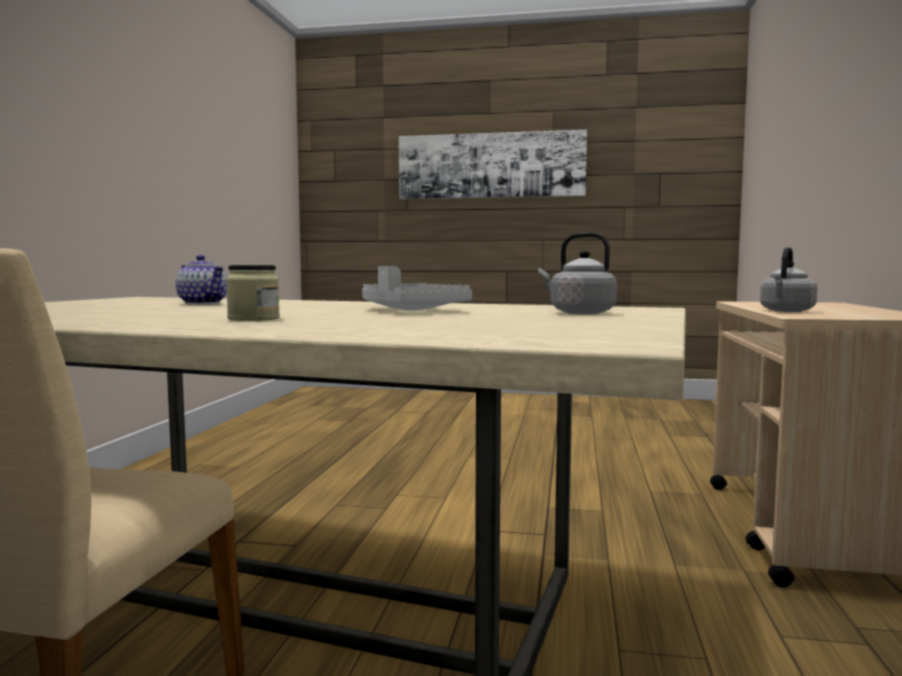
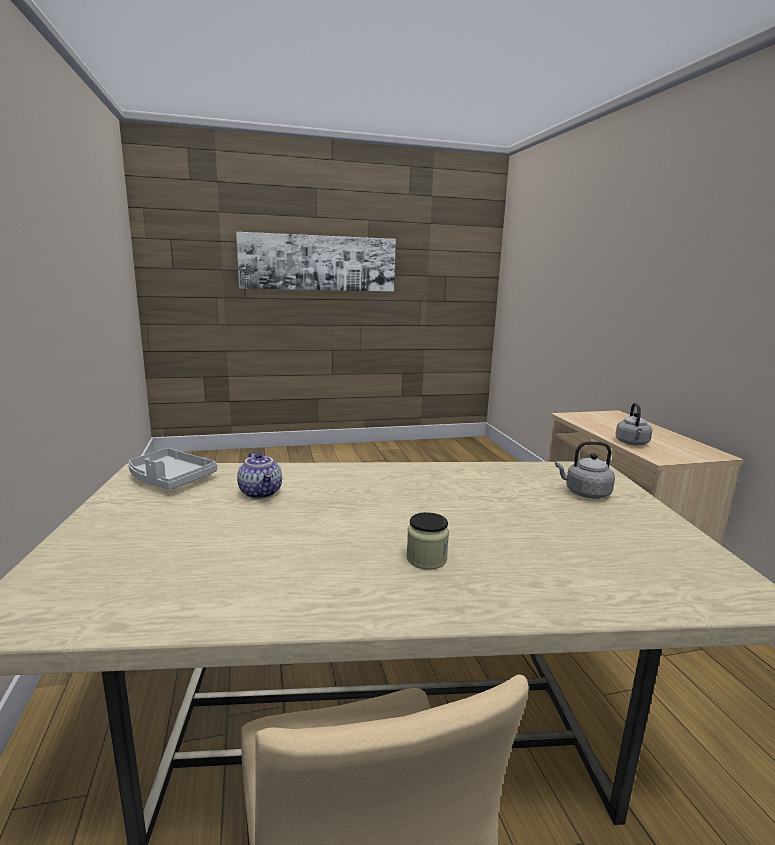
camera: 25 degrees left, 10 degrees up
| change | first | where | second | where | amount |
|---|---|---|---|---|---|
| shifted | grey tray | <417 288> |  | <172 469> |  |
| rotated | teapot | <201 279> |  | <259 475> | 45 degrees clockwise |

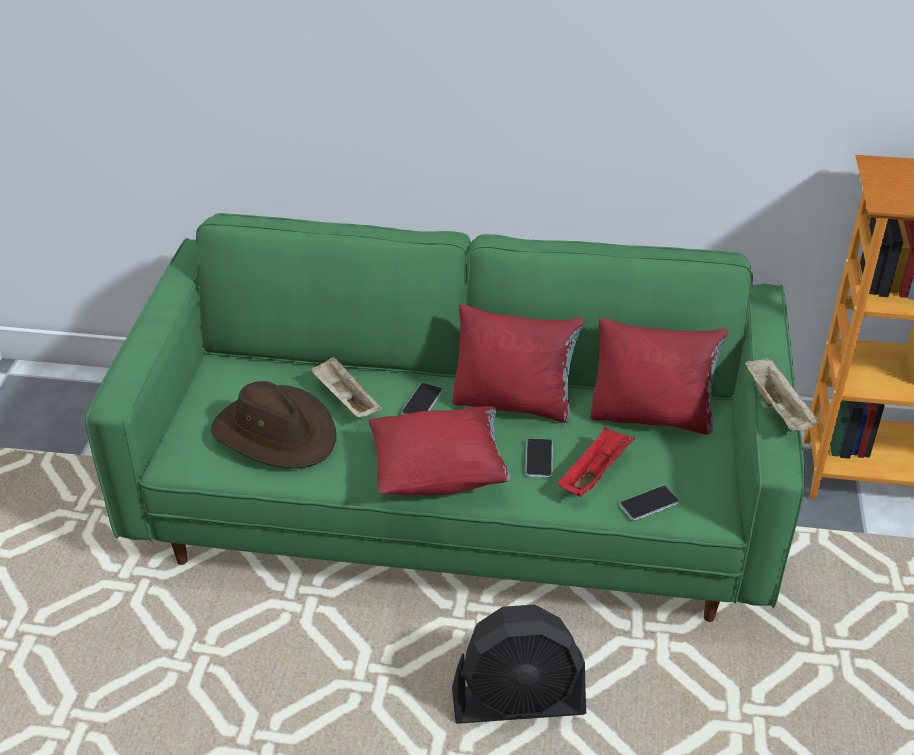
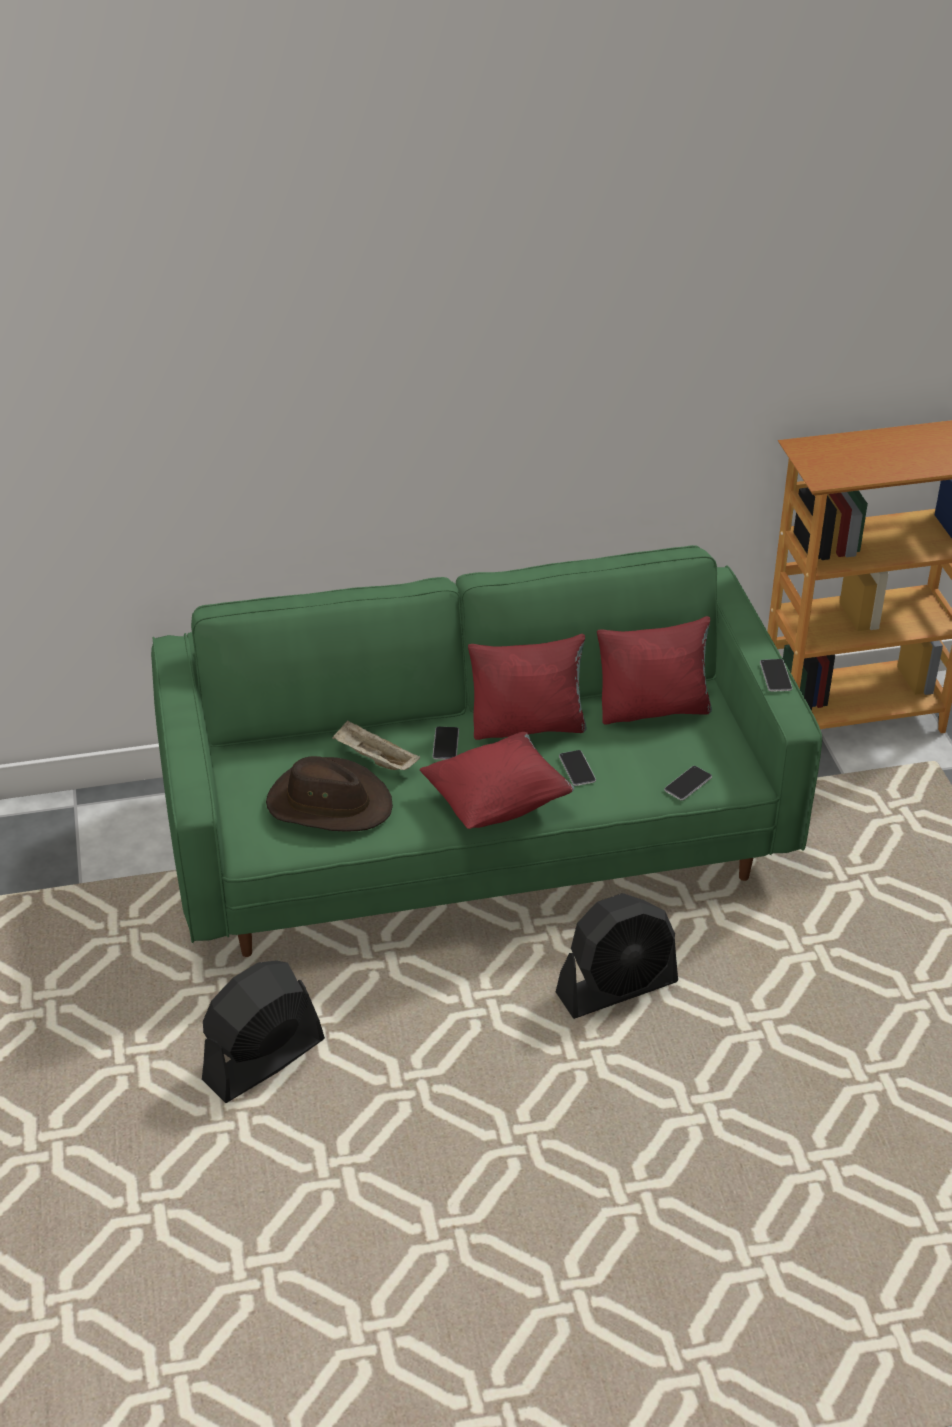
camera: 20 degrees left, 0 degrees up
| change | first | where | second | where | amount |
|---|---|---|---|---|---|
| gone | red tray | <596 462> |  |  |  |
| new |  |  | black fan | <263 1031> |  |
| swapped | beige tray | <782 394> | phone | <776 675> |  |

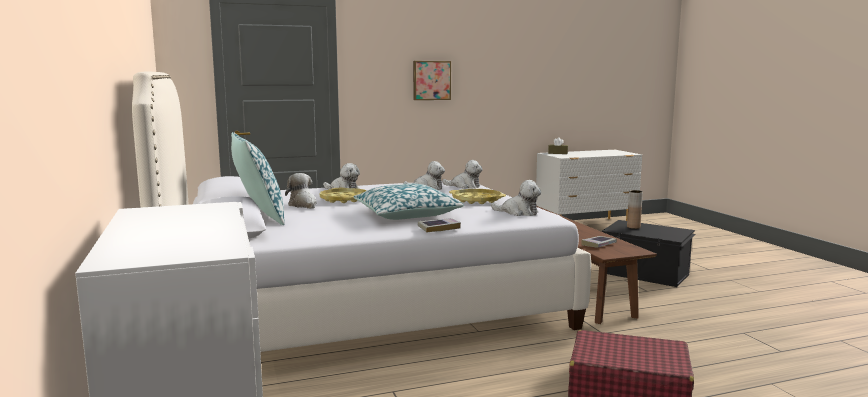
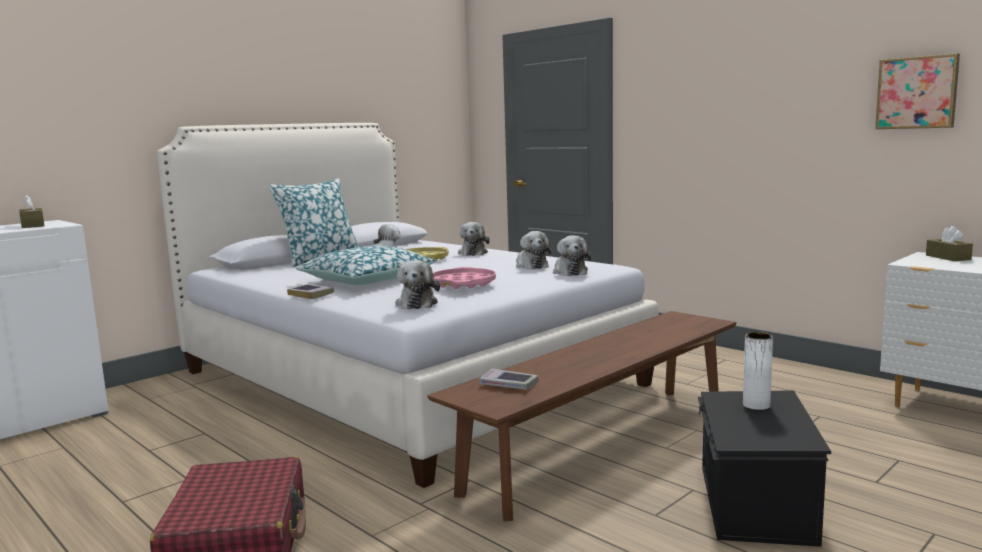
camera: 65 degrees right, 0 degrees up
| change | first | where | second | where | amount |
|---|---|---|---|---|---|
| new |  |  | brown tissue box | <32 211> |  |
| shifted | picture | <432 80> |  | <917 91> |  |
| repainted | yellow tray | <477 196> | pink tray | <464 278> |  |
| repainted | brown vase | <635 209> | white vase | <758 371> |  |

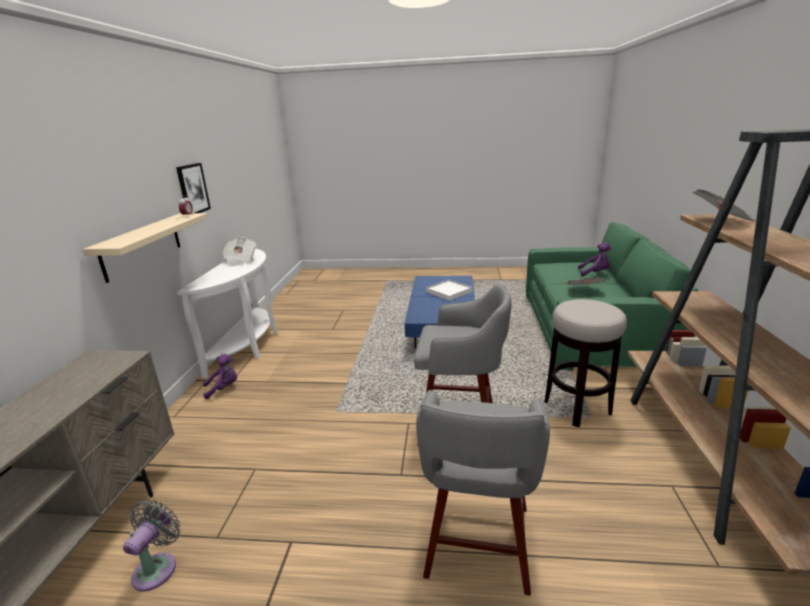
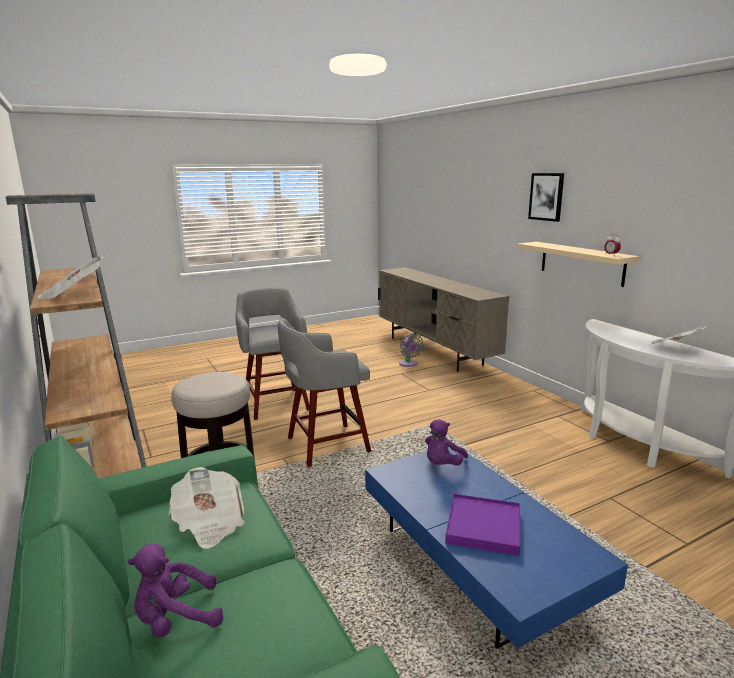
camera: 145 degrees right, 5 degrees down
| change | first | where | second | where | amount |
|---|---|---|---|---|---|
| shifted | picture | <193 188> |  | <546 197> |  |
| shifted | purple plush toy | <220 376> |  | <446 442> |  |
| repainted | white tray | <449 290> | purple tray | <482 525> |  |

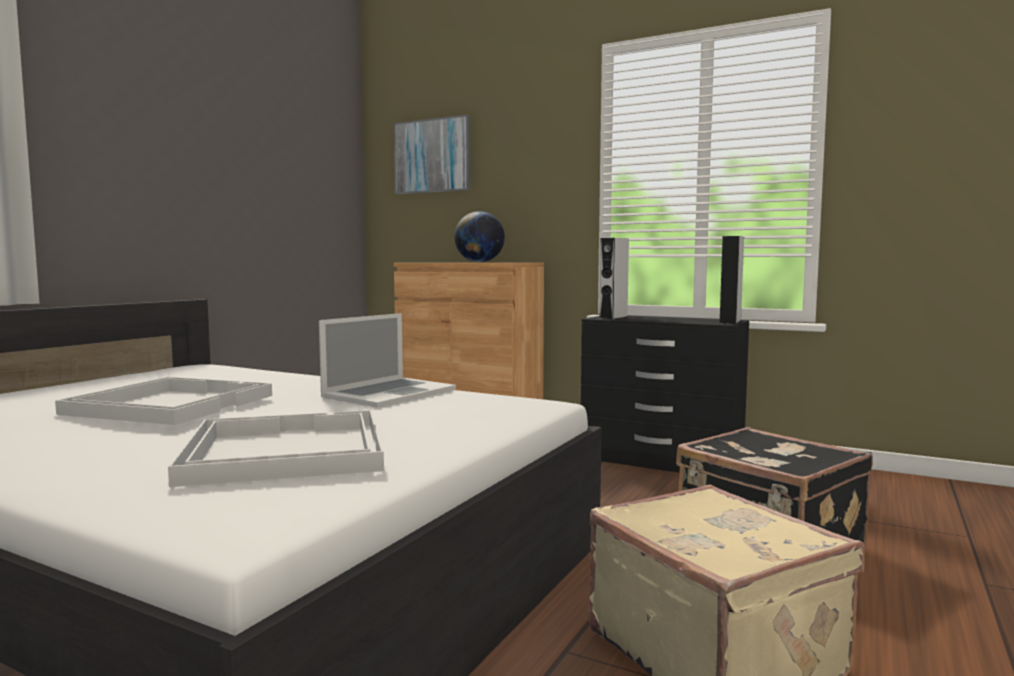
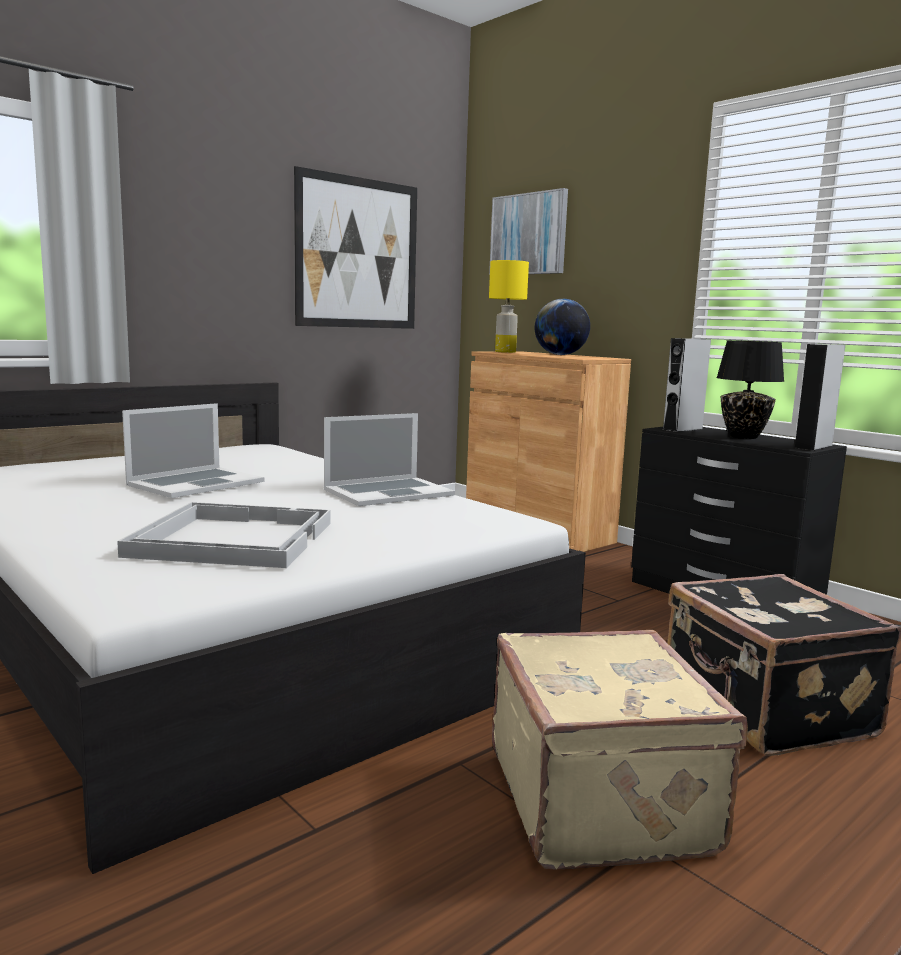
camera: 20 degrees right, 5 degrees up
| change | first | where | second | where | amount |
|---|---|---|---|---|---|
| new |  |  | picture | <355 247> |  |
| new |  |  | yellow table lamp | <509 306> |  |
| new |  |  | black table lamp | <750 389> |  |
| swapped | white tray | <163 401> | laptop | <193 450> |  |

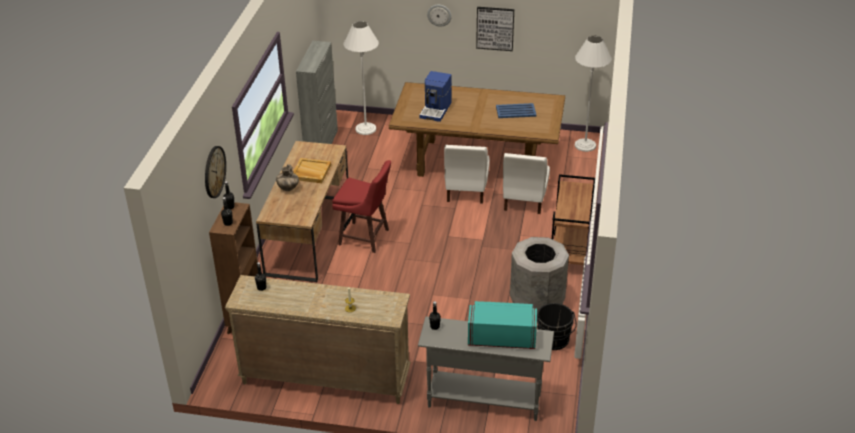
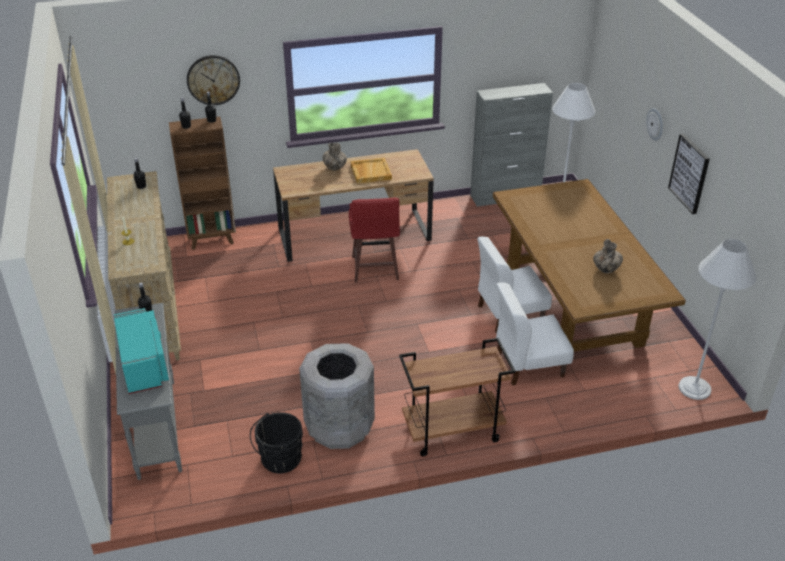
camera: 65 degrees right, 0 degrees up
| change | first | where | second | where | amount |
|---|---|---|---|---|---|
| gone | coffee machine | <435 96> |  |  |  |
| swapped | blue tray | <516 110> | vase | <608 256> |  |

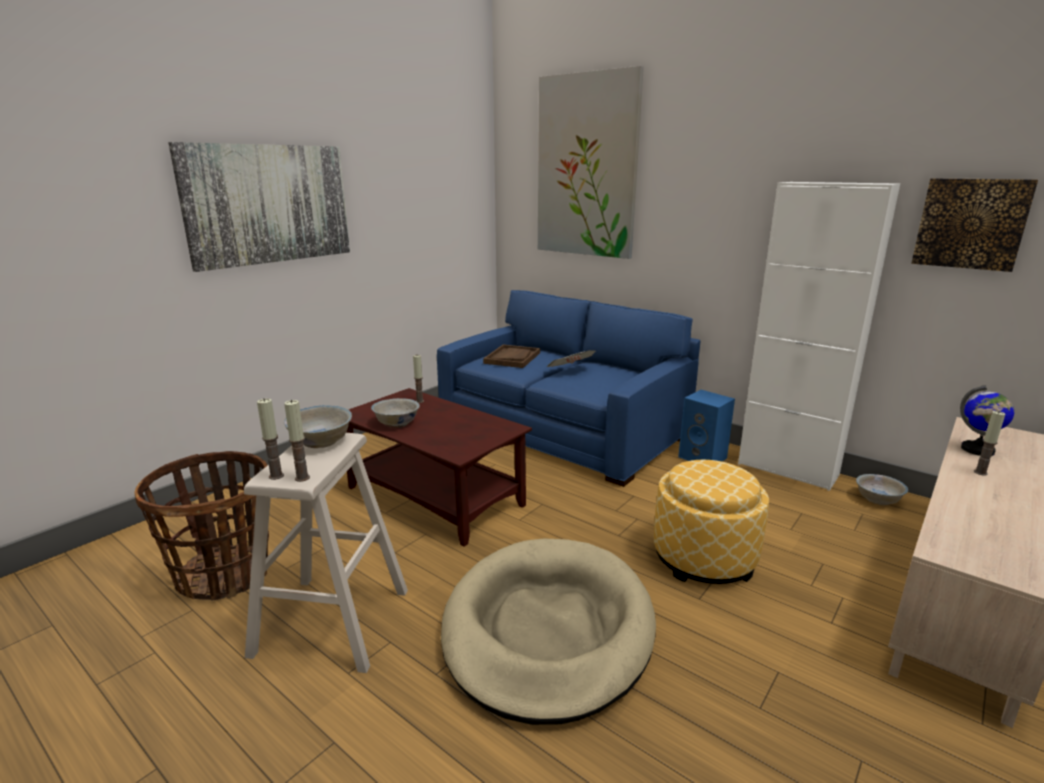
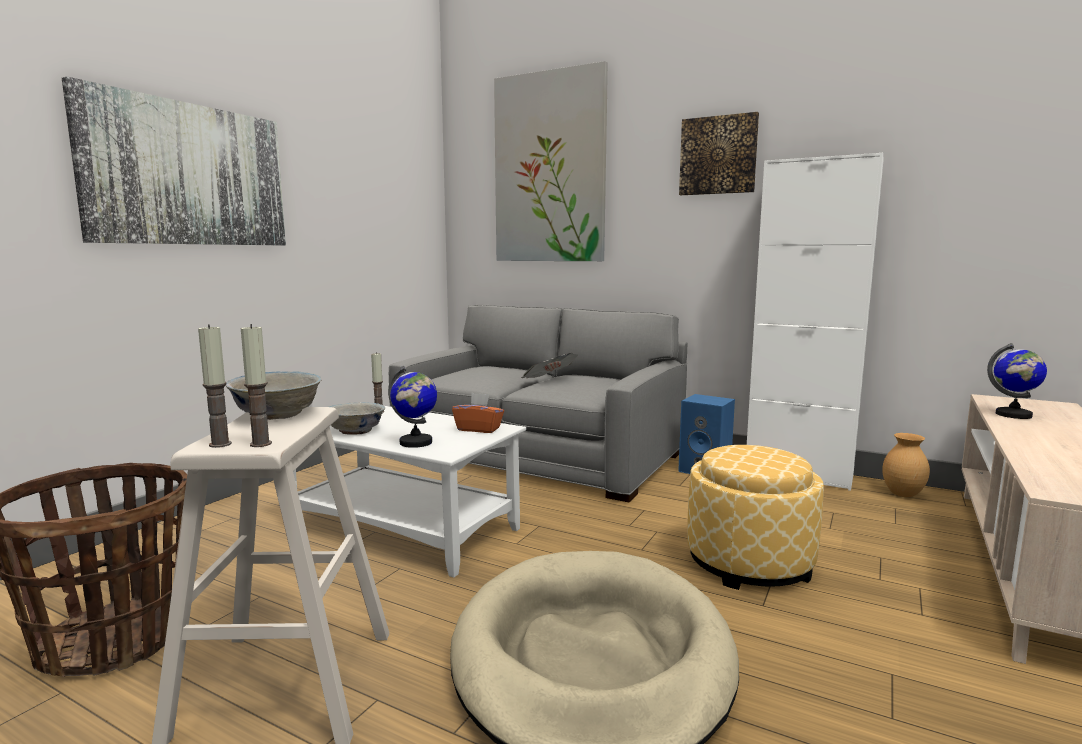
camera: 10 degrees left, 10 degrees down
| change | first | where | second | where | amount |
|---|---|---|---|---|---|
| gone | brown tray | <511 356> |  |  |  |
| gone | candle | <989 443> |  |  |  |
| new |  |  | globe | <412 407> |  |
| new |  |  | orange tissue box | <478 413> |  |
| shifted | picture | <974 225> |  | <719 153> |  |
| swapped | white bowl | <882 489> | brown vase | <906 465> |  |
| repainted | brown coffee table | <439 467> | white coffee table | <409 490> |  |
| repainted | blue sofa | <568 388> | grey sofa | <538 403> |  |

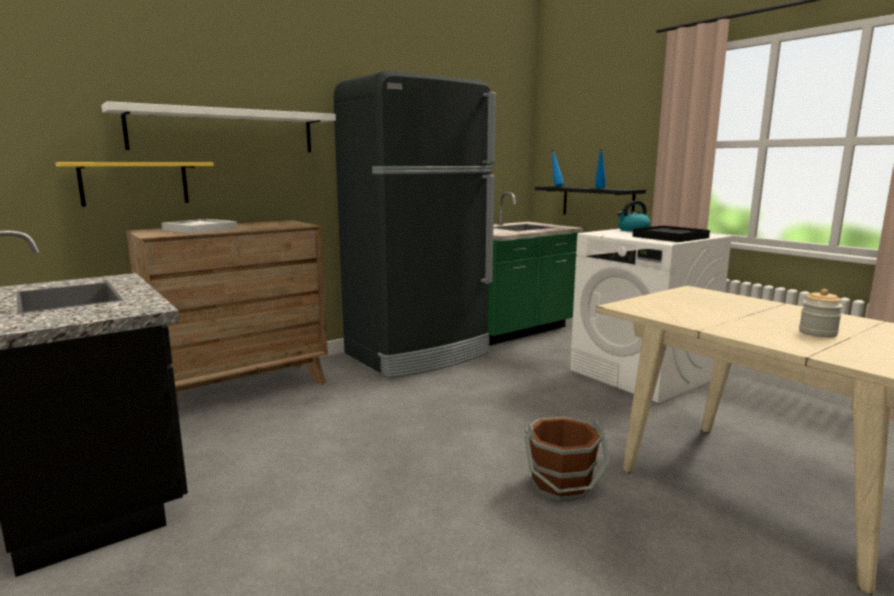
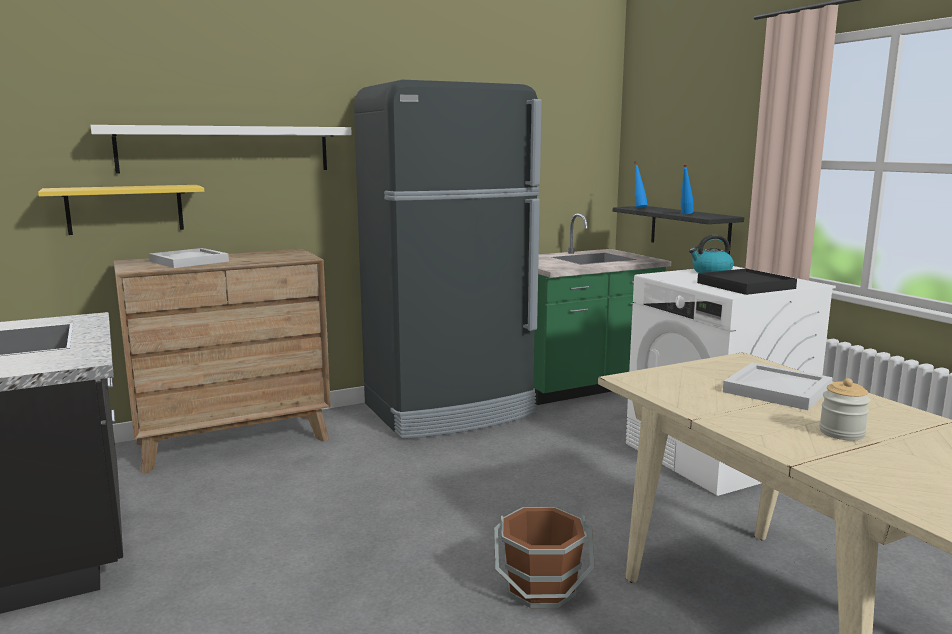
camera: 10 degrees right, 0 degrees up
| change | first | where | second | where | amount |
|---|---|---|---|---|---|
| new |  |  | white tray | <778 386> |  |

